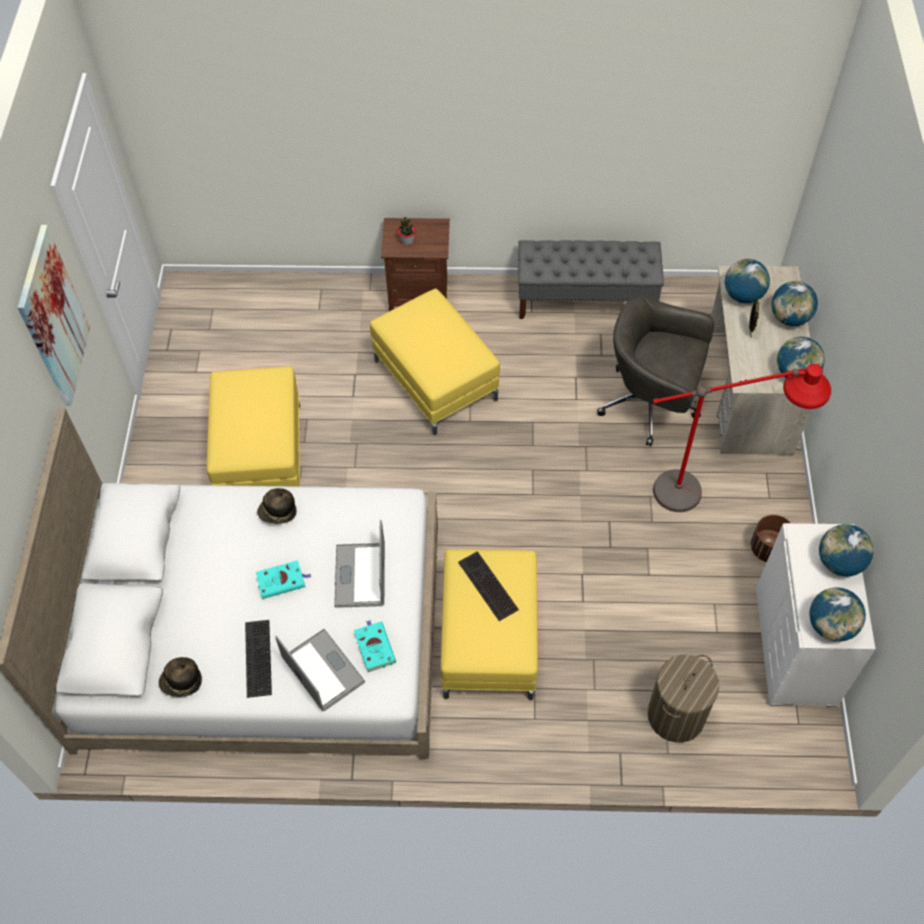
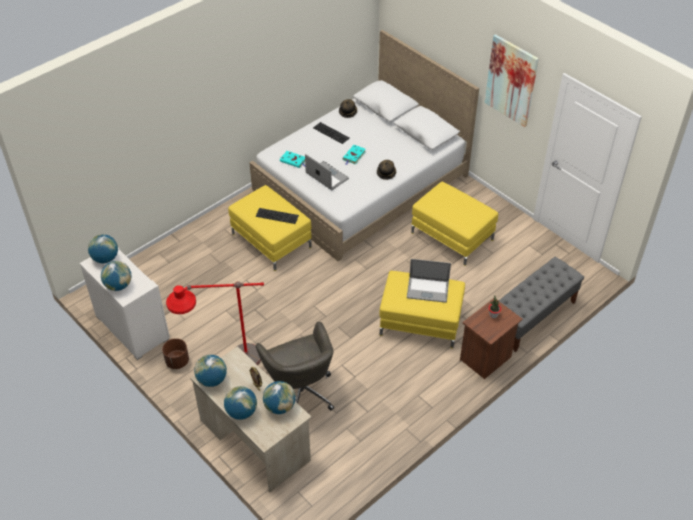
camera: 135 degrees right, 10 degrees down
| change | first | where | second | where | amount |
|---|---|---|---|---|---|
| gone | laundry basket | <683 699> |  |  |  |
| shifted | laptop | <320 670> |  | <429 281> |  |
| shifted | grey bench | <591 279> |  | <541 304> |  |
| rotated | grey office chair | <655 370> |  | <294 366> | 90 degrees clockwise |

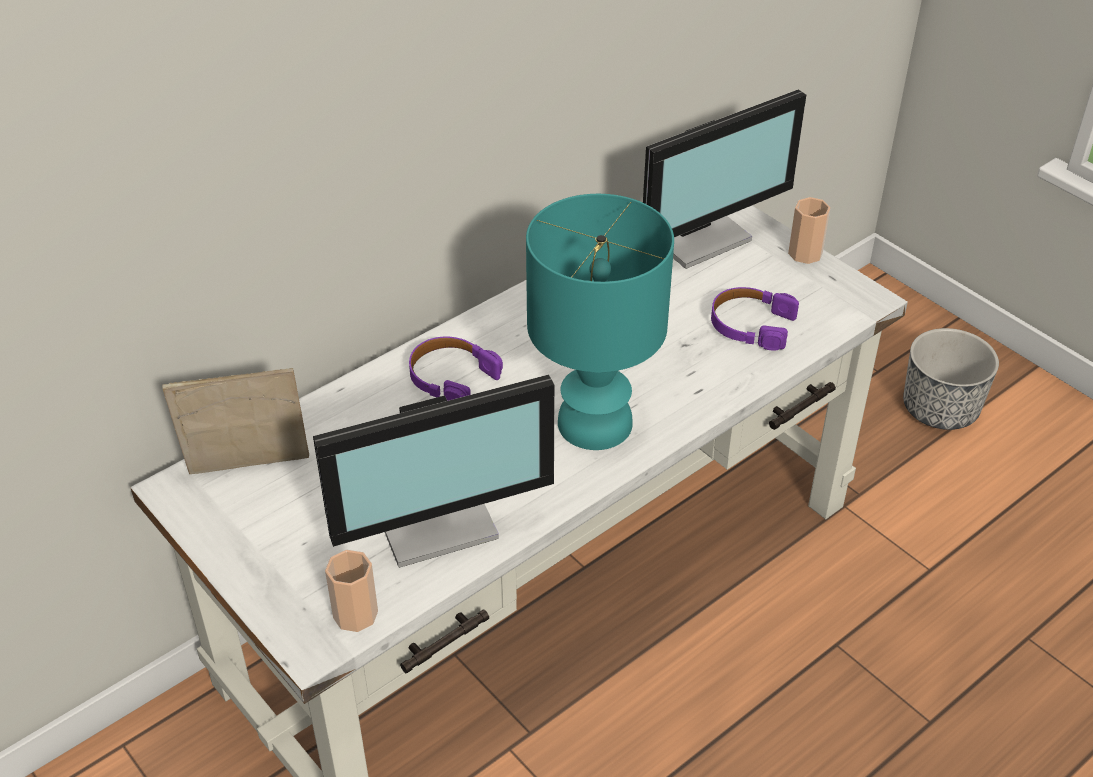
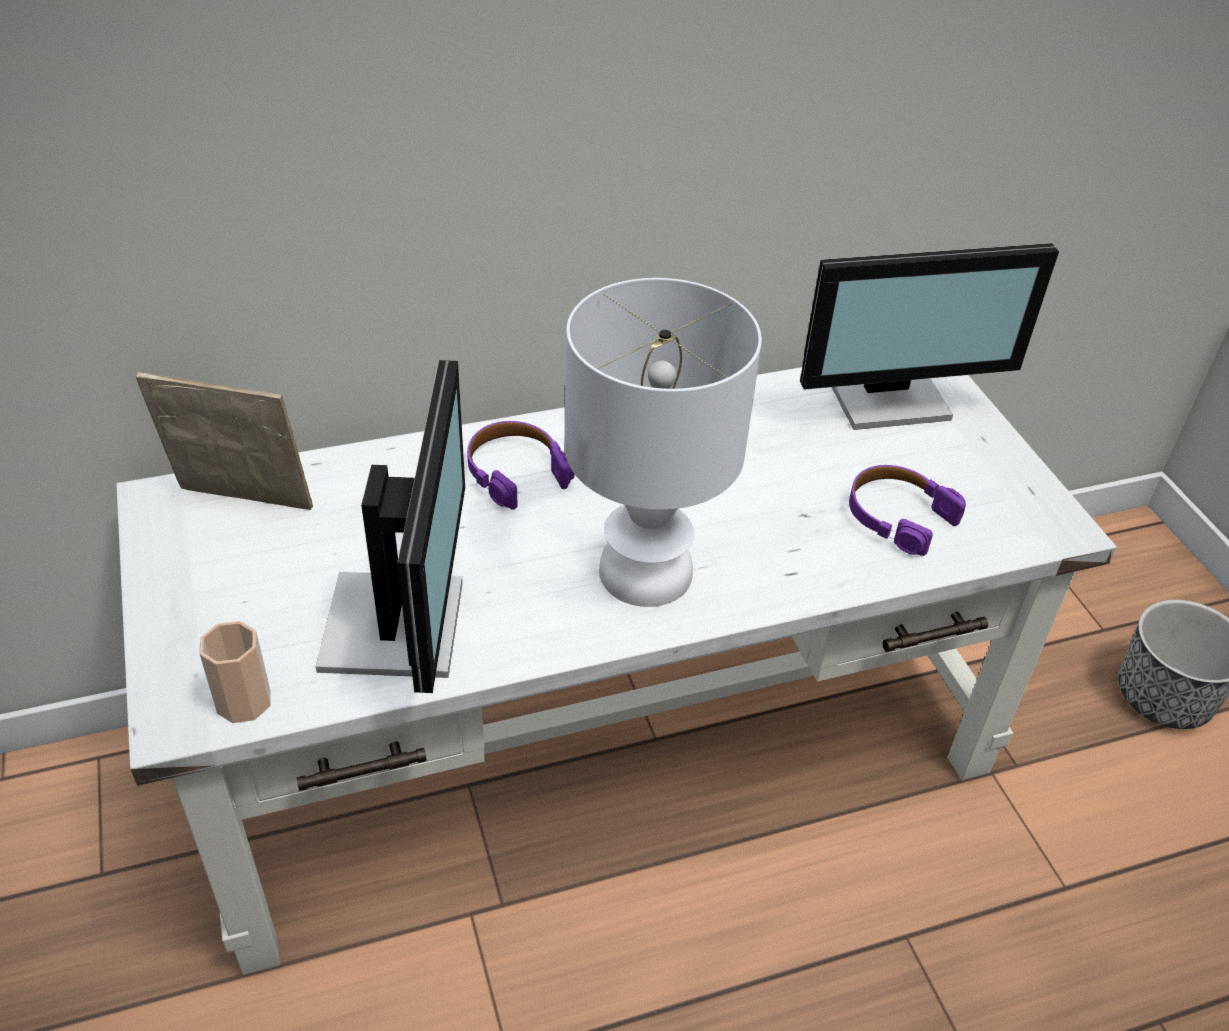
camera: 20 degrees right, 0 degrees up
| change | first | where | second | where | amount |
|---|---|---|---|---|---|
| gone | cup | <809 230> |  |  |  |
| repainted | turquoise table lamp | <600 322> | white table lamp | <663 442> |  |
| rotated | monitor | <434 471> |  | <390 526> | 90 degrees counterclockwise |

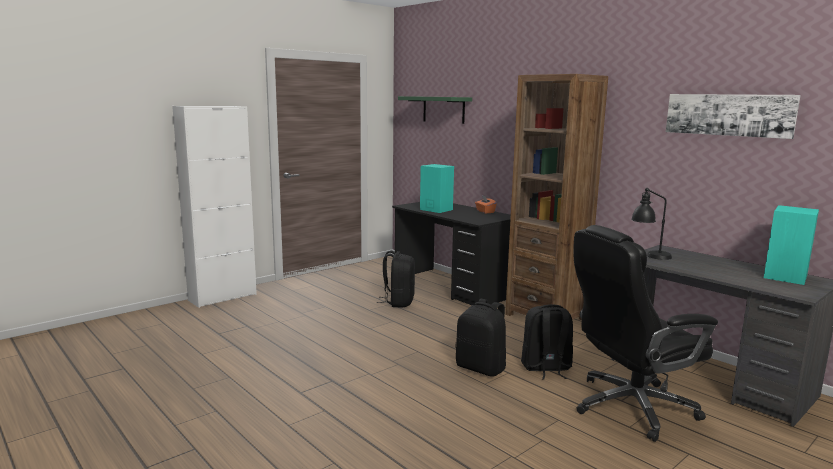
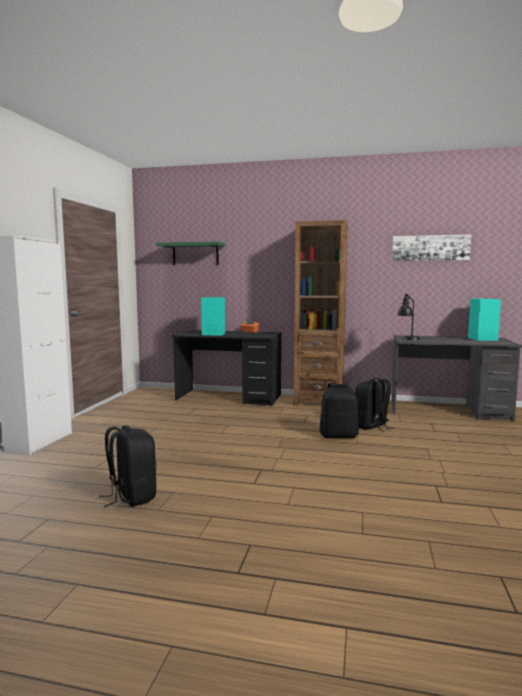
camera: 35 degrees left, 5 degrees down
| change | first | where | second | where | amount |
|---|---|---|---|---|---|
| gone | black office chair | <645 333> |  |  |  |
| shifted | black backpack | <396 279> |  | <128 466> |  |

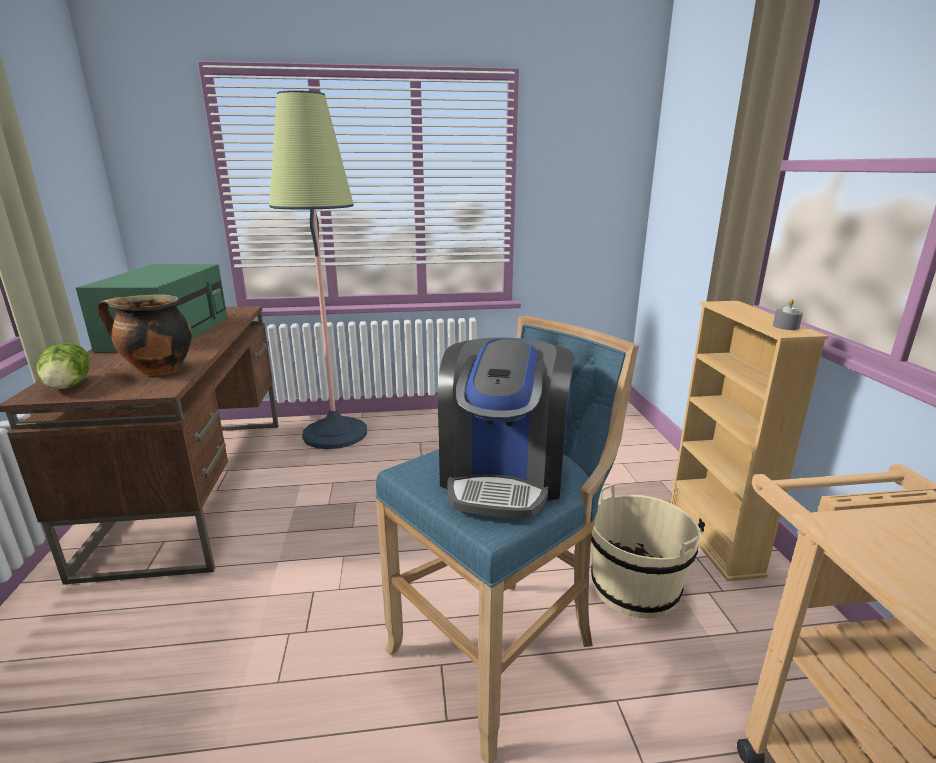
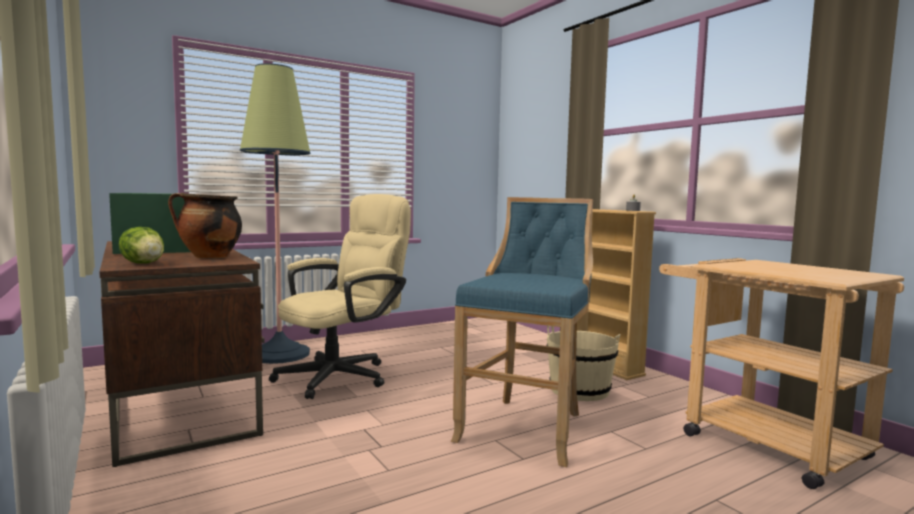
camera: 25 degrees left, 15 degrees down
| change | first | where | second | where | amount |
|---|---|---|---|---|---|
| gone | coffee machine | <506 427> |  |  |  |
| new |  |  | beige office chair | <340 296> |  |

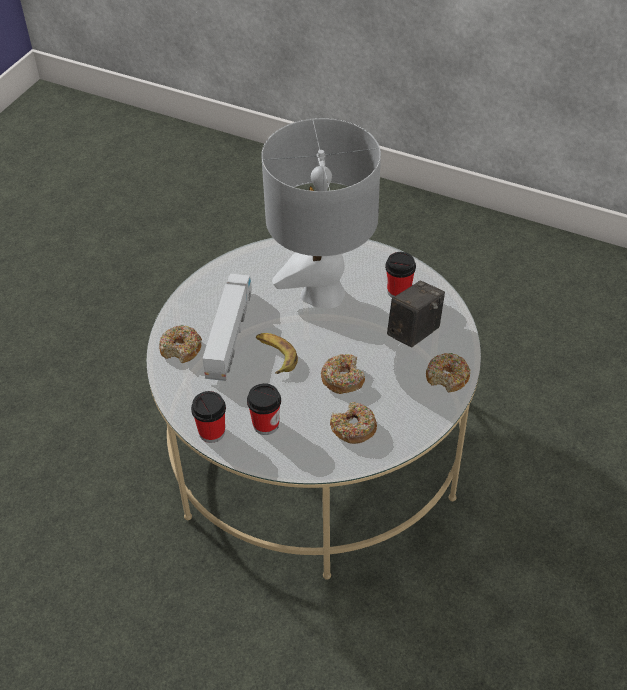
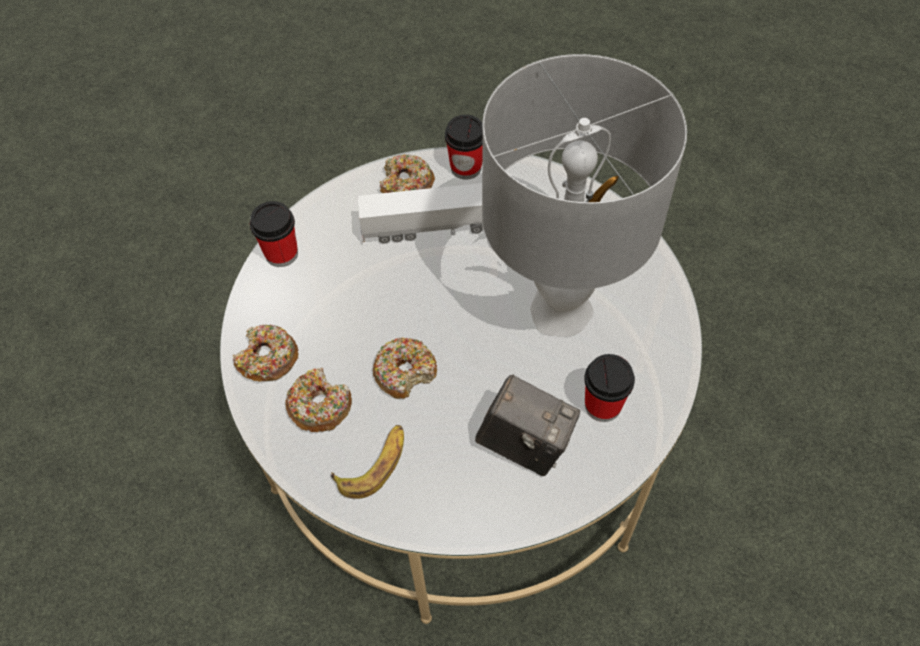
camera: 75 degrees right, 10 degrees up
| change | first | where | second | where | amount |
|---|---|---|---|---|---|
| shifted | cup | <264 409> |  | <464 147> |  |
| shifted | banana | <277 353> |  | <367 462> |  |
| shifted | donut | <448 372> |  | <266 353> |  |

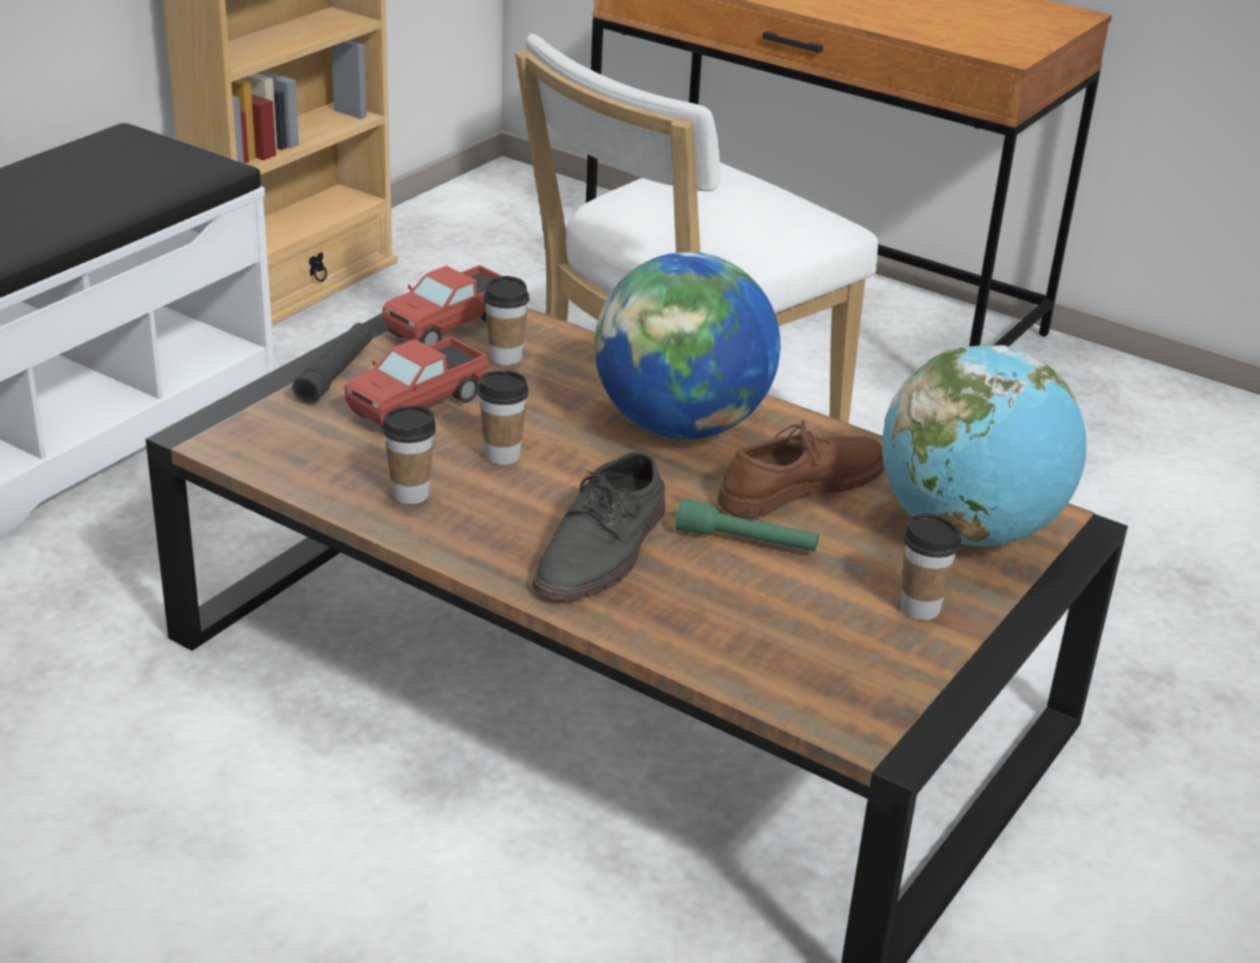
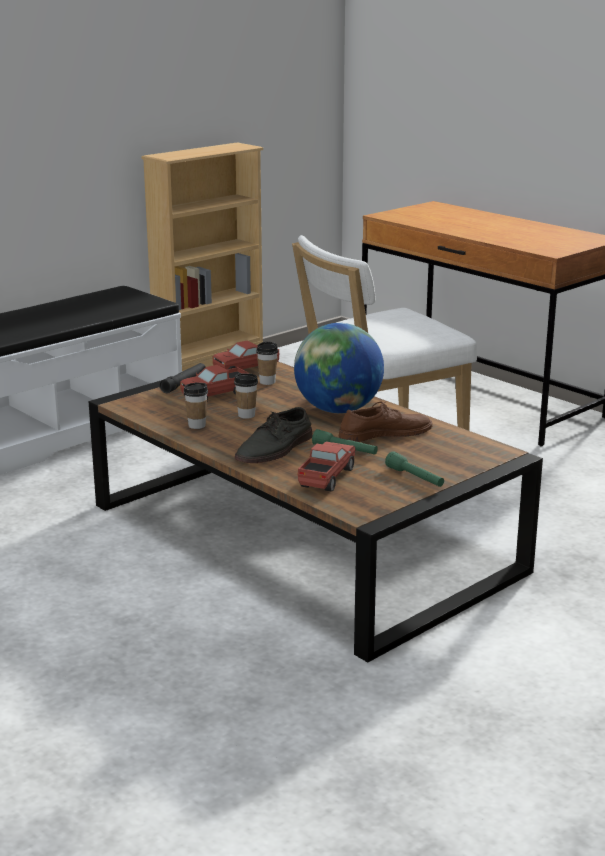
camera: 15 degrees right, 10 degrees down
| change | first | where | second | where | amount |
|---|---|---|---|---|---|
| gone | globe | <984 445> |  |  |  |
| new |  |  | toy truck | <326 467> |  |
| swapped | cup | <931 566> | green flashlight | <414 469> |  |

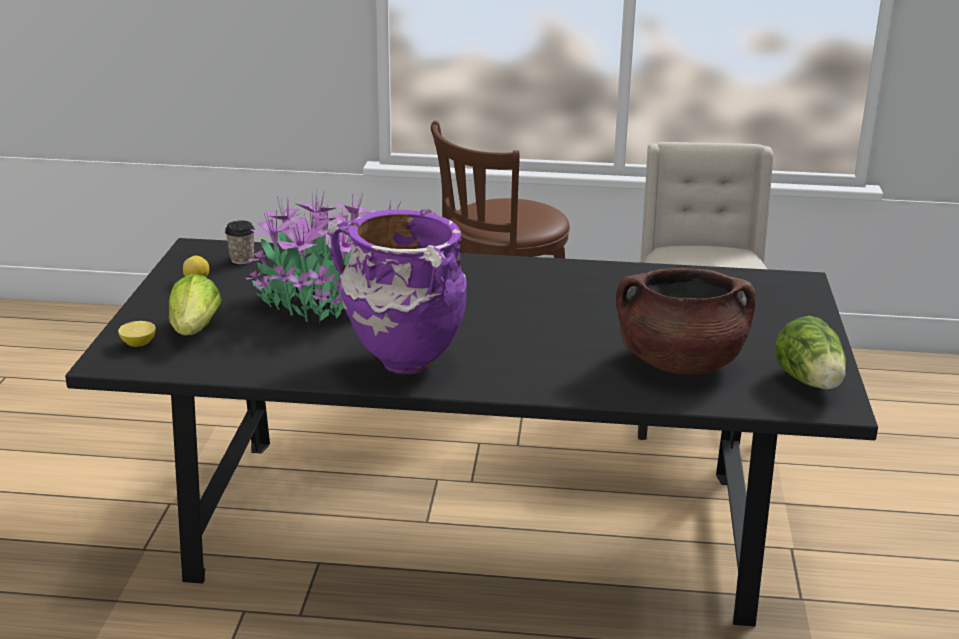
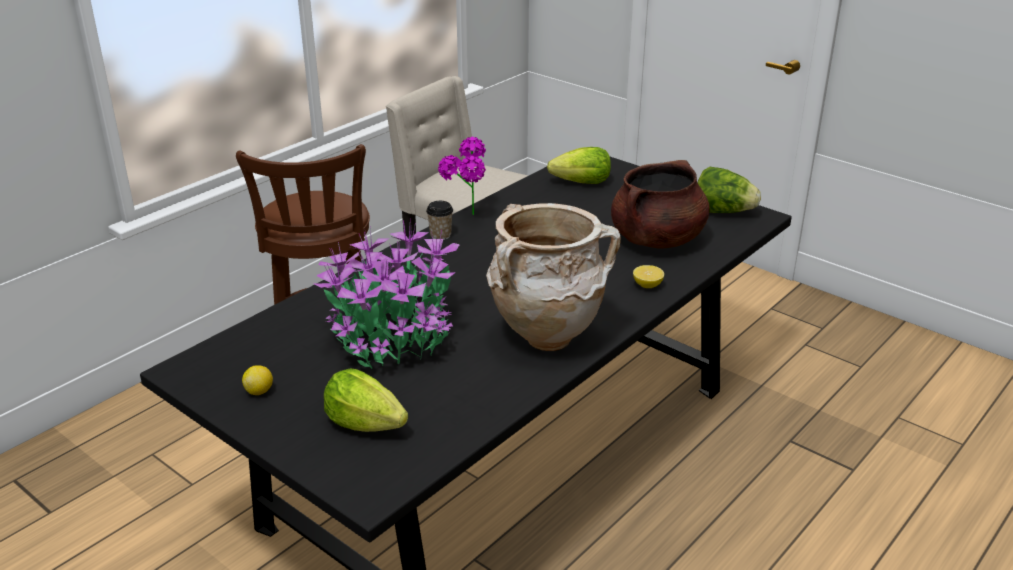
camera: 55 degrees left, 5 degrees up
| change | first | where | second | where | amount |
|---|---|---|---|---|---|
| new |  |  | potted plant | <462 176> |  |
| new |  |  | lettuce | <579 165> |  |
| shifted | lemon | <137 334> |  | <648 276> |  |
| shifted | cup | <240 242> |  | <439 220> |  |
| repainted | purple vase | <397 292> | beige vase | <553 277> |  |

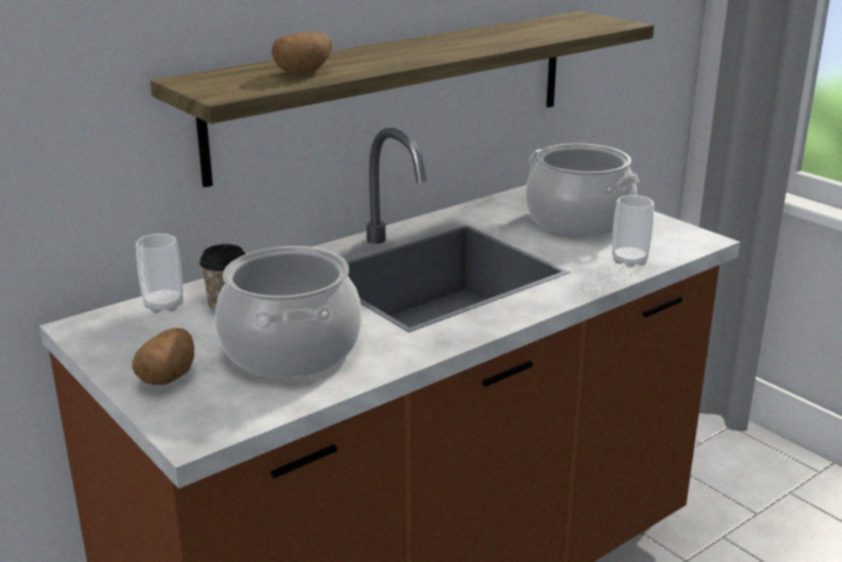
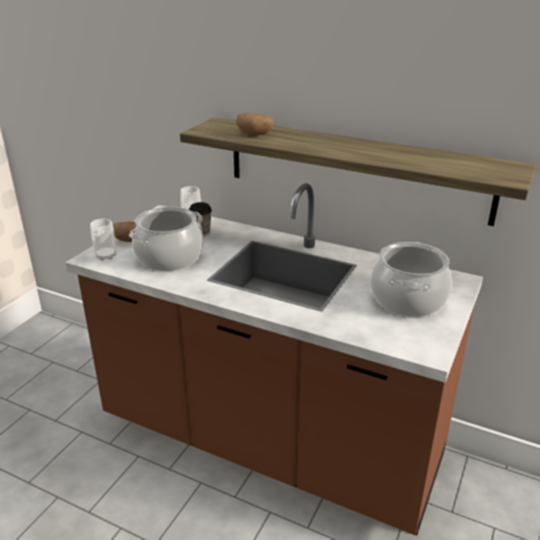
camera: 65 degrees right, 5 degrees up
| change | first | where | second | where | amount |
|---|---|---|---|---|---|
| shifted | cup | <633 231> |  | <103 240> |  |

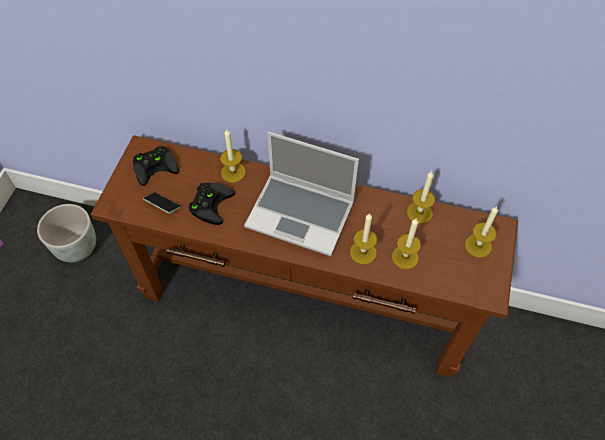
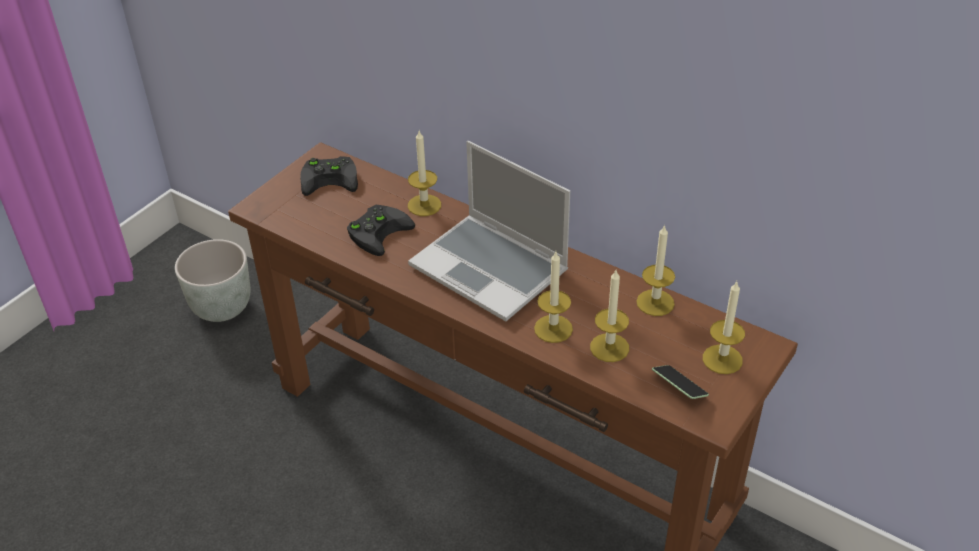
camera: 20 degrees right, 15 degrees down
| change | first | where | second | where | amount |
|---|---|---|---|---|---|
| shifted | phone | <162 202> |  | <680 382> |  |

